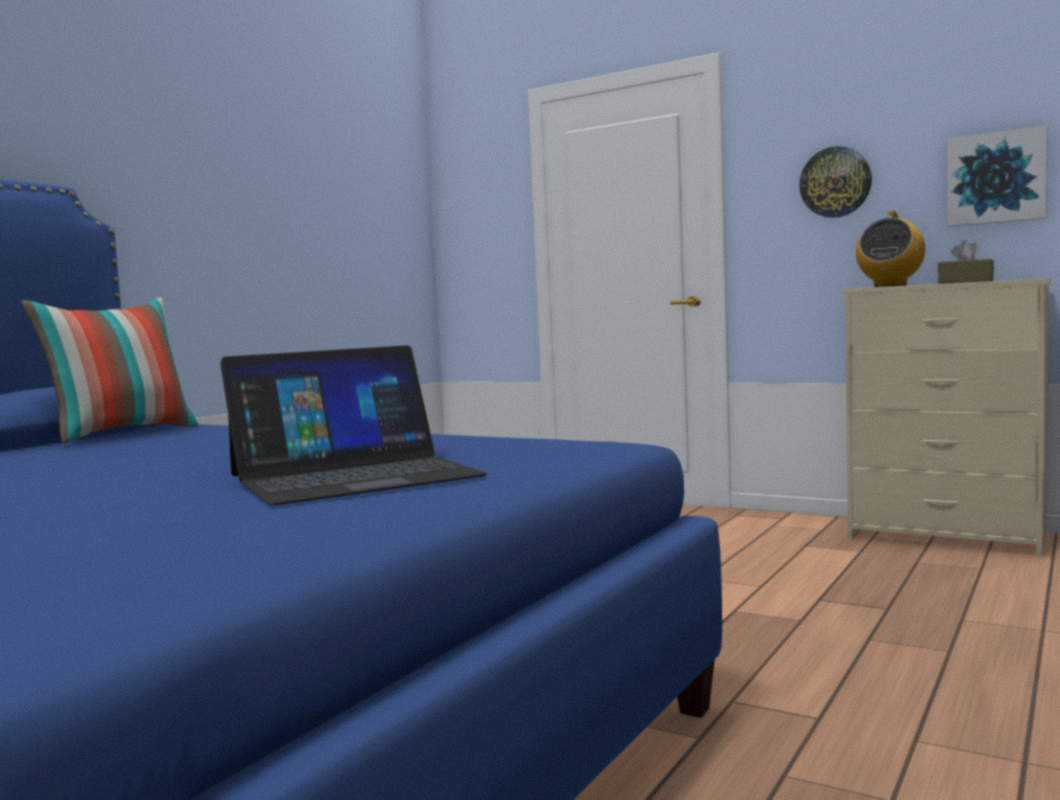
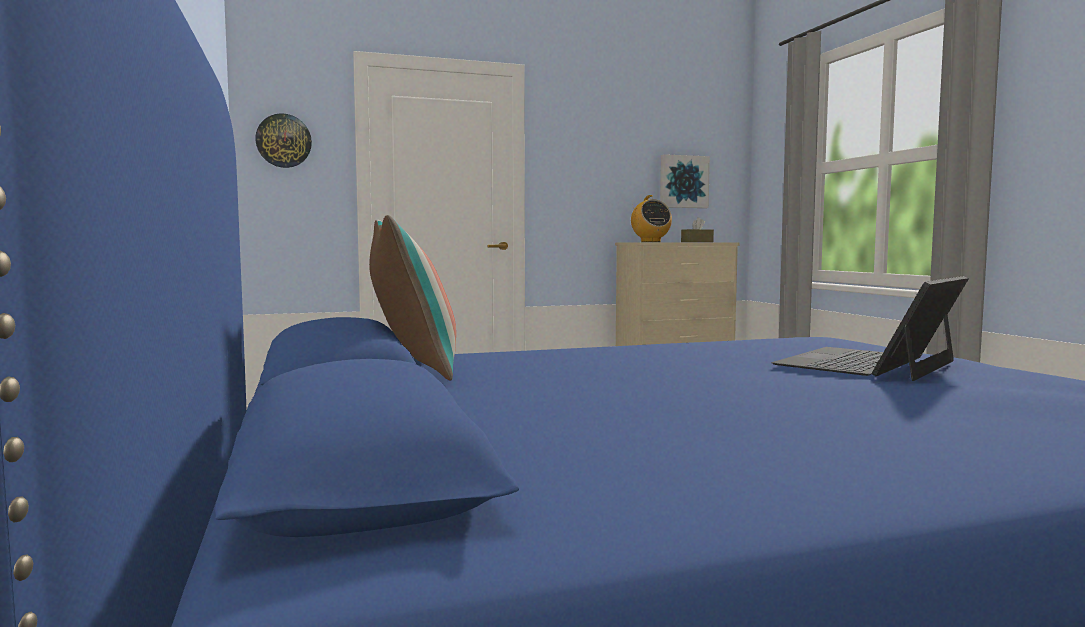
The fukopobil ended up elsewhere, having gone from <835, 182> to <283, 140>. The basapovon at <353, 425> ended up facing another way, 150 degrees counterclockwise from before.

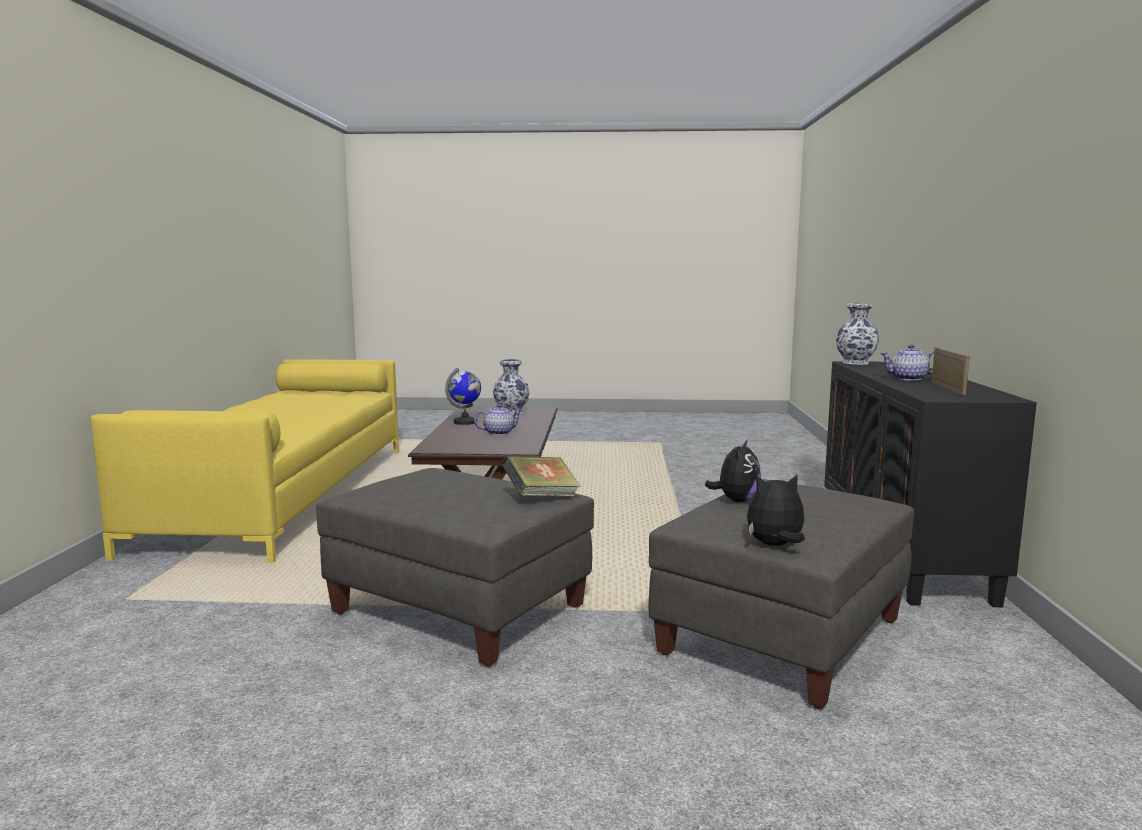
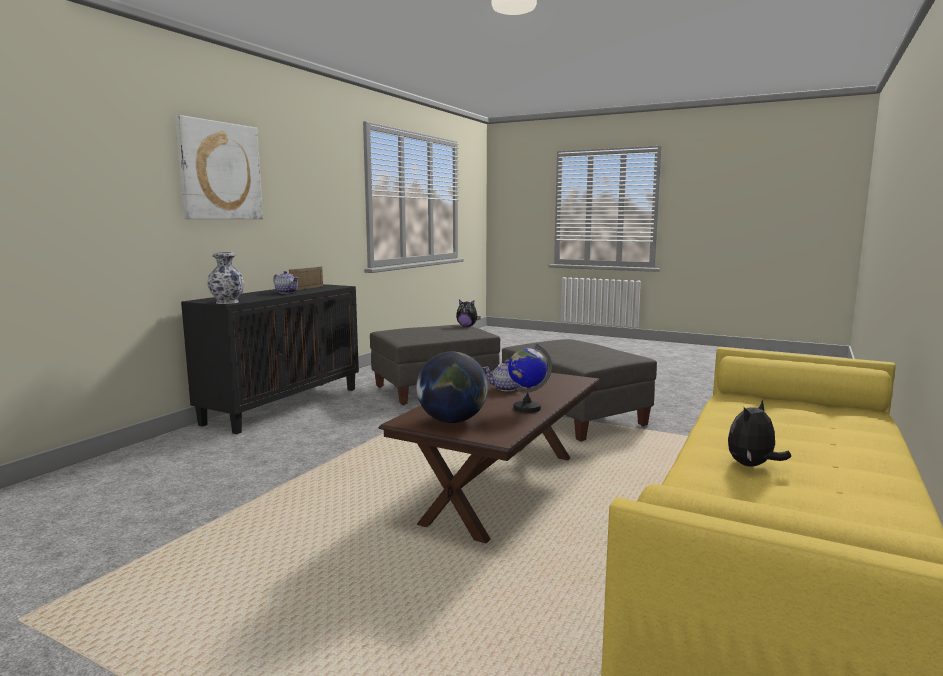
The second view lost the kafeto at <541, 476>. The second view gained the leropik at <219, 167>. The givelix ended up elsewhere, having gone from <733, 470> to <759, 433>. Where the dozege stood at <511, 386>, the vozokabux came to stand at <452, 387>.

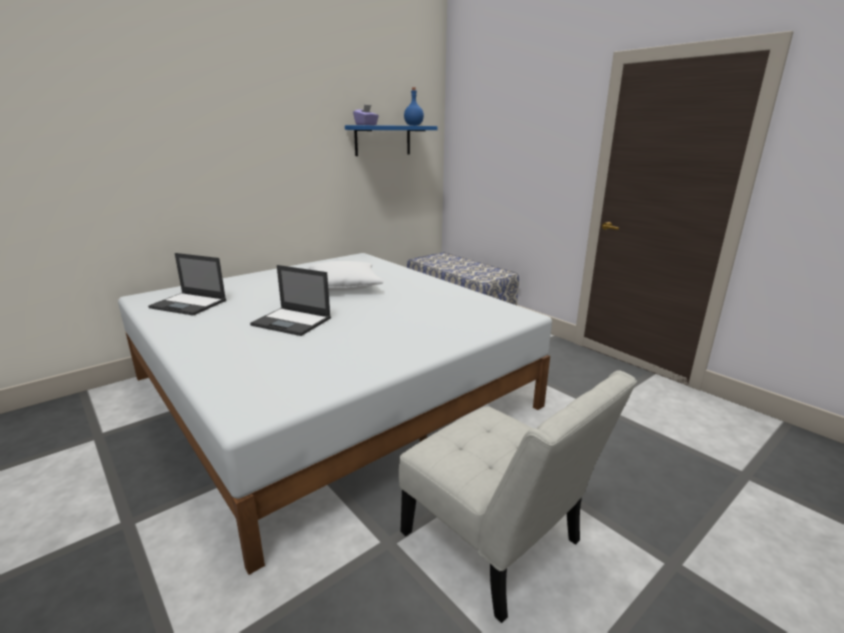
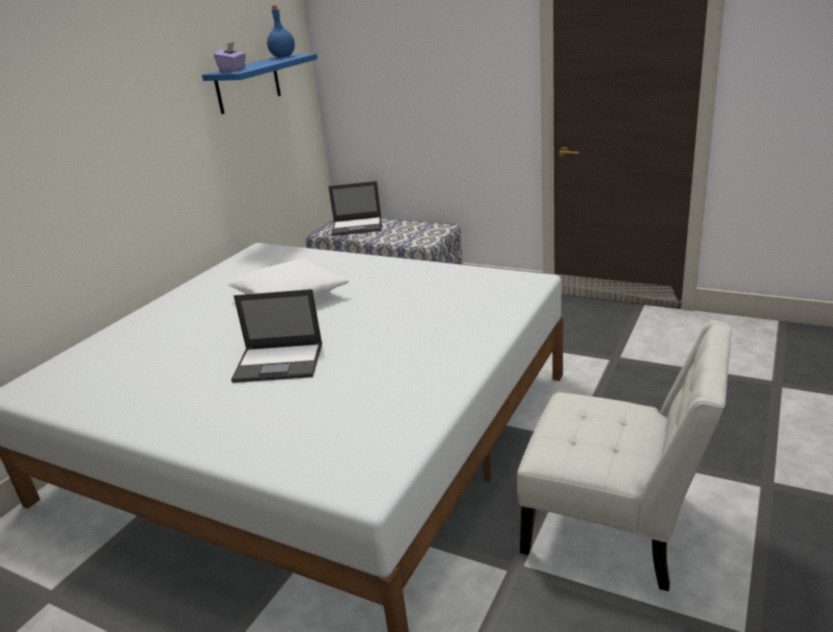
The basapovon ended up elsewhere, having gone from <187, 284> to <354, 208>.

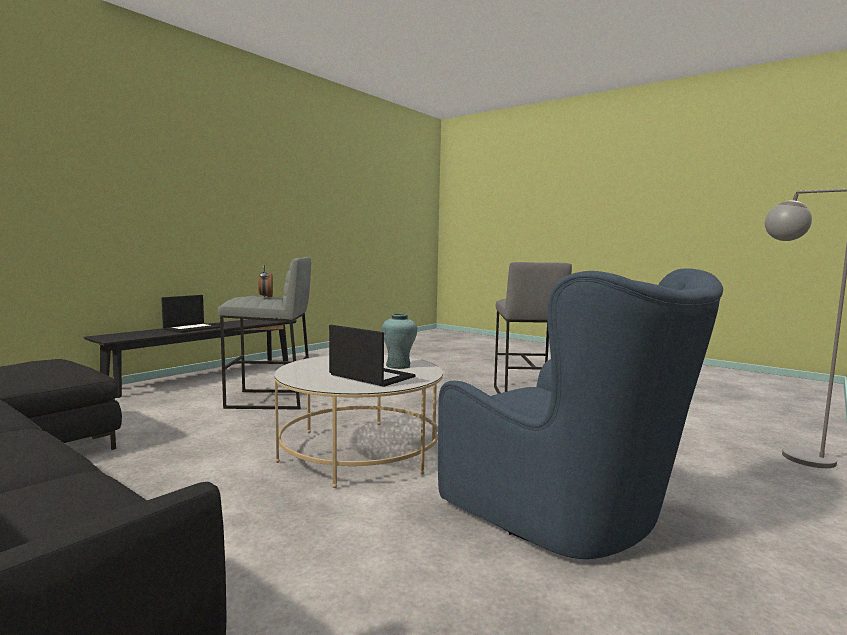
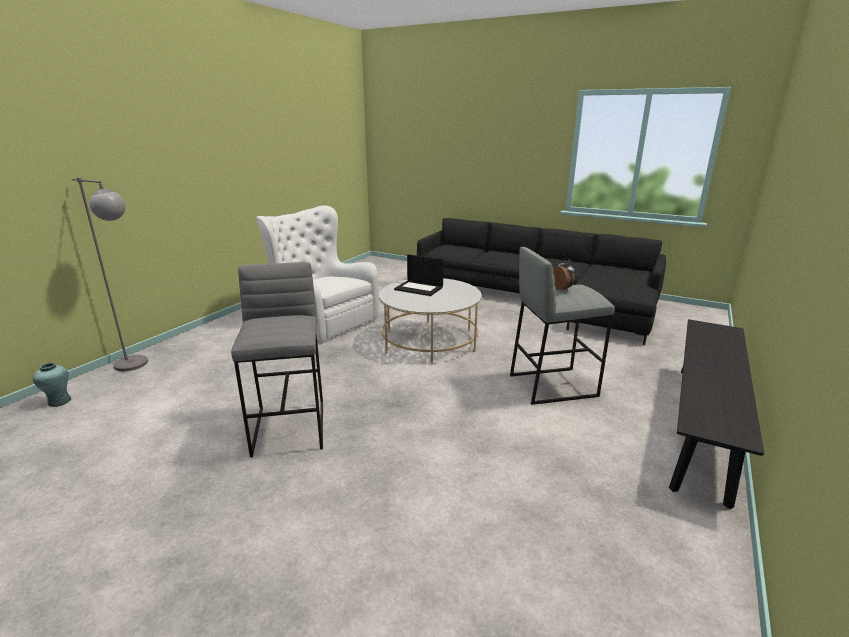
The second view lost the basapovon at <191, 314>. The turquoise_dozege ended up elsewhere, having gone from <399, 341> to <52, 385>. What was the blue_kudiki at <580, 413> turned into the white_kudiki at <317, 273>.

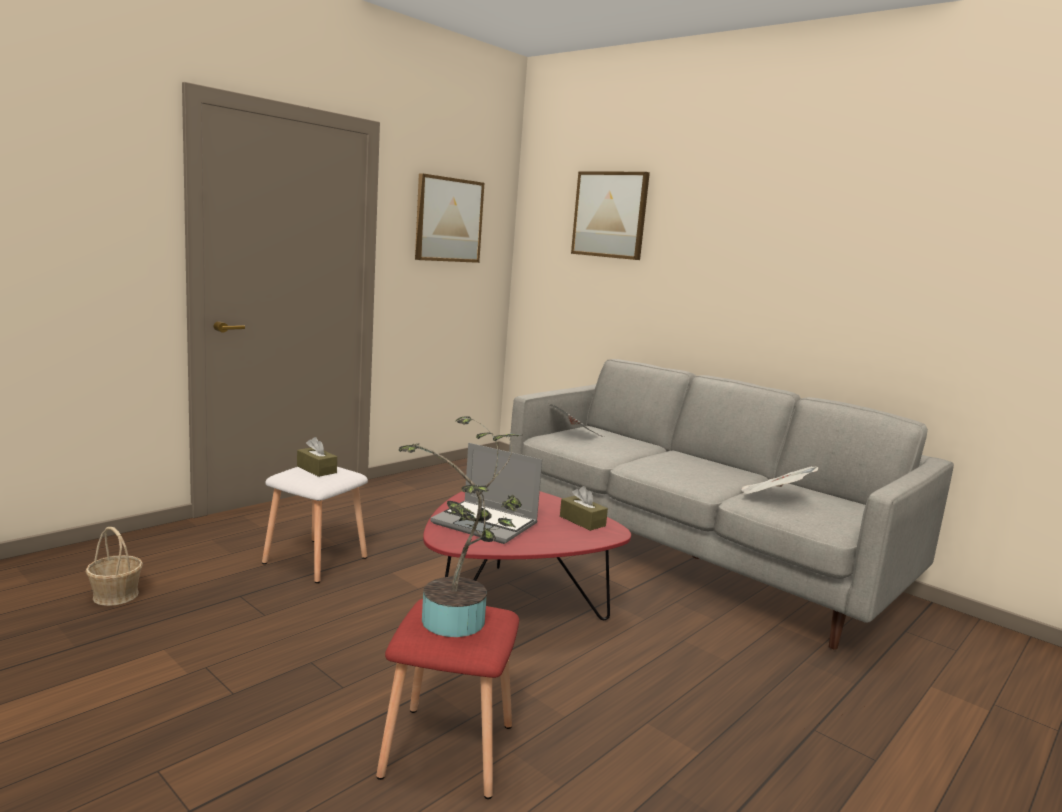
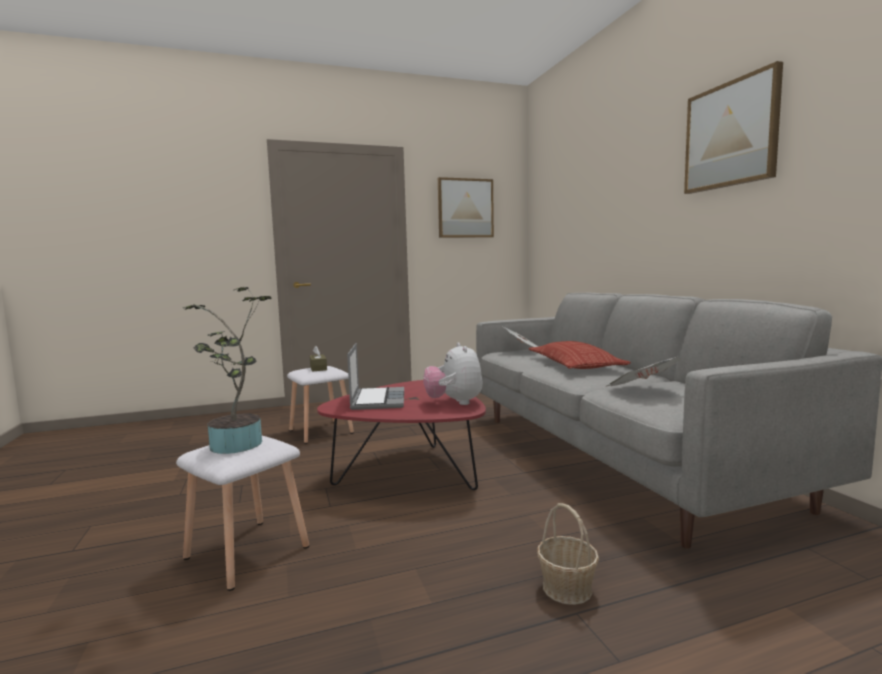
The second view gained the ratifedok at <580, 355>. The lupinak ended up elsewhere, having gone from <114, 566> to <568, 554>. The leropik ended up elsewhere, having gone from <610, 215> to <733, 127>. Where the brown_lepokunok stood at <584, 508>, the givelix came to stand at <453, 374>. What was the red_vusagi at <447, 699> turned into the white_vusagi at <242, 513>. The basapovon at <486, 493> ended up facing another way, 150 degrees counterclockwise from before.

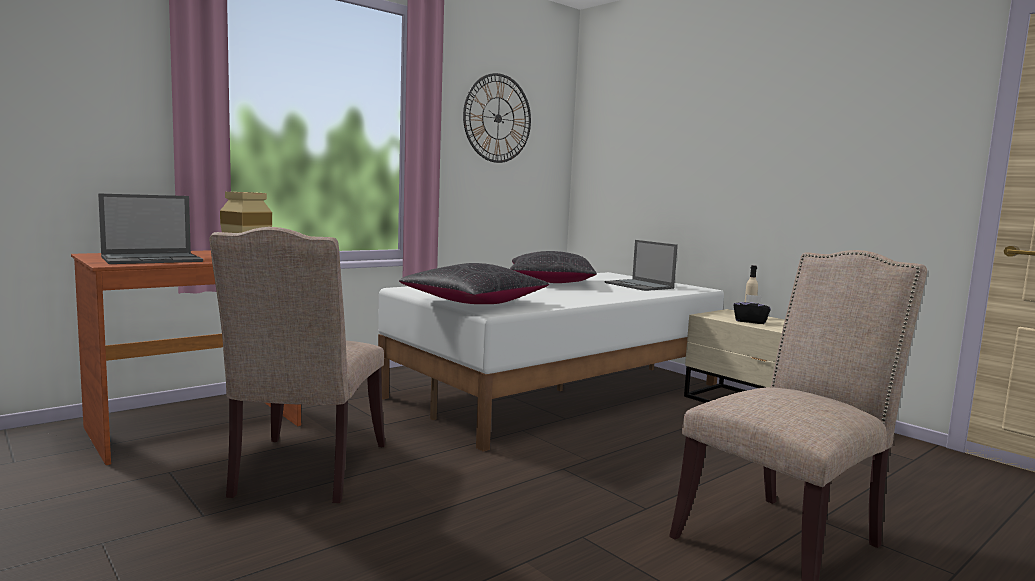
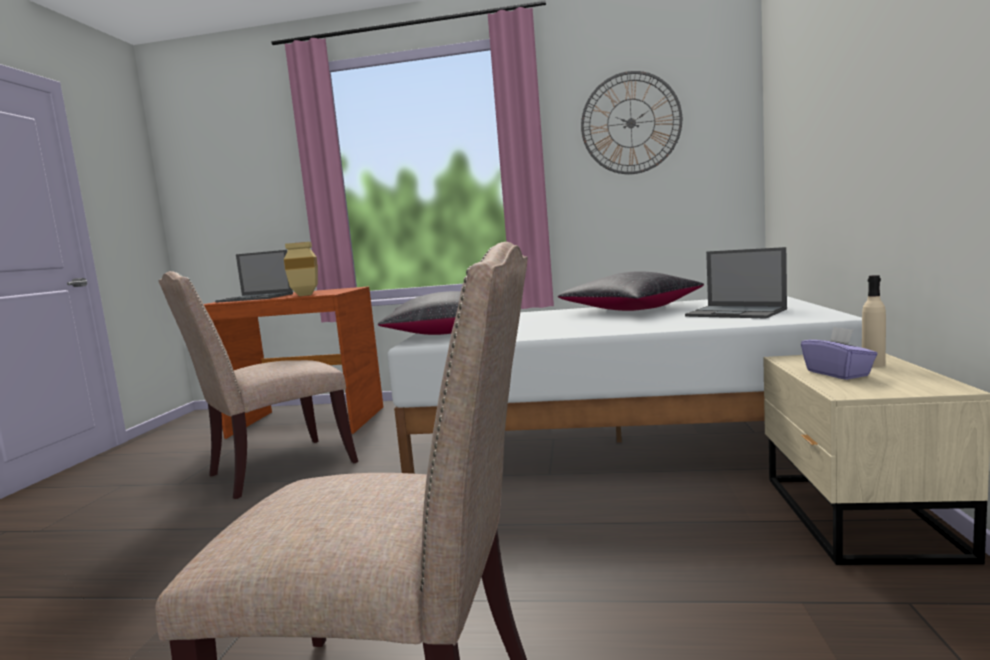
What was the black_lepokunok at <752, 309> turned into the purple_lepokunok at <839, 353>. The basapovon at <641, 265> ended up facing another way, 60 degrees counterclockwise from before.

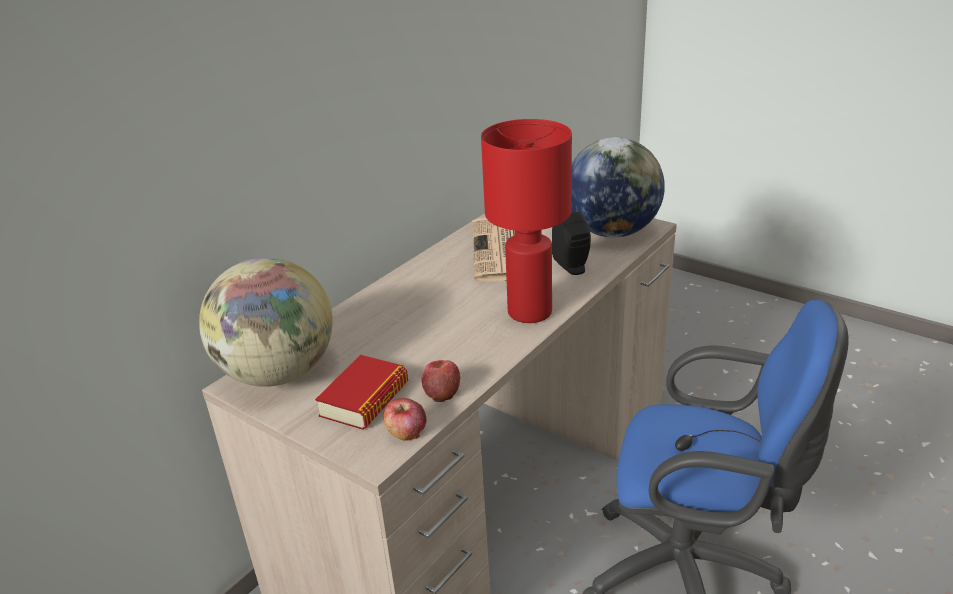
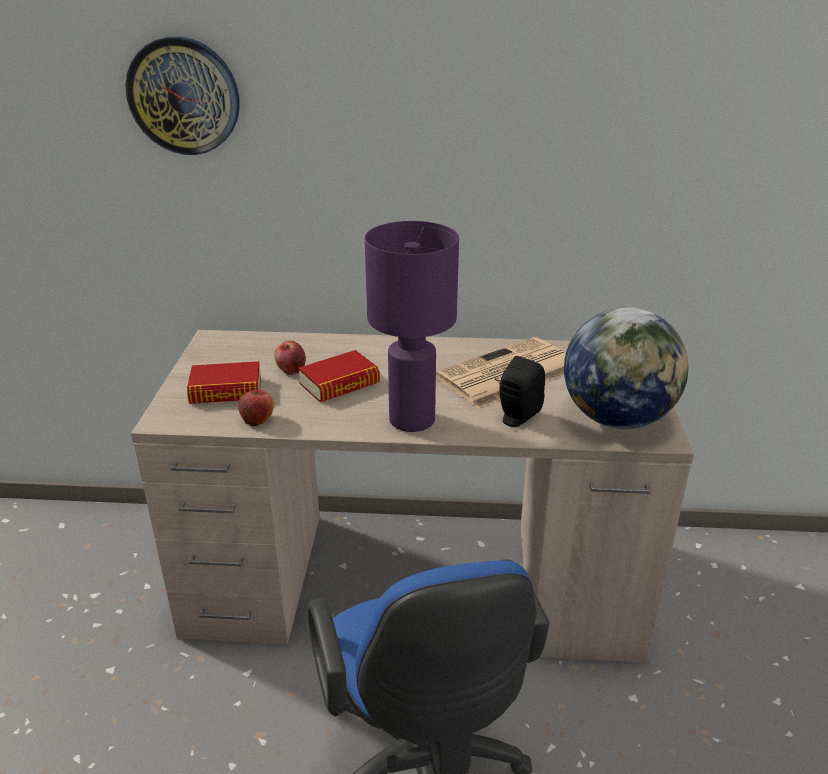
The second view lost the vozokabux at <266, 322>. The second view gained the fukopobil at <182, 95>. The second view gained the kafeto at <339, 376>. The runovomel ended up elsewhere, having gone from <405, 419> to <290, 358>. What was the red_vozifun at <526, 221> turned into the purple_vozifun at <412, 326>.

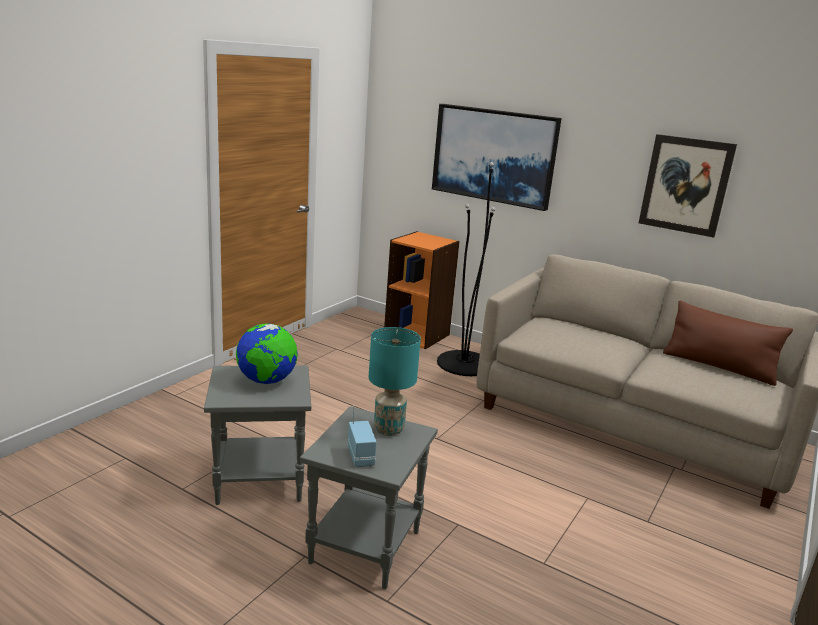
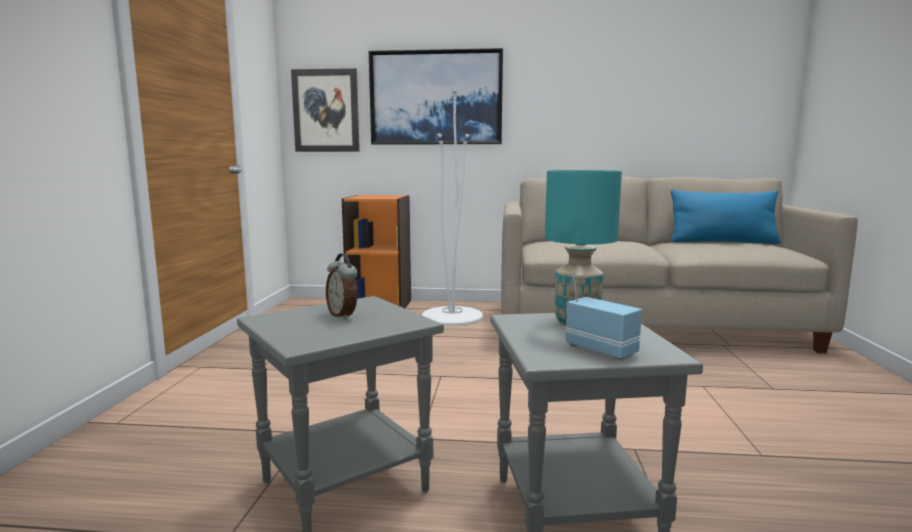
The leropik ended up elsewhere, having gone from <688, 186> to <325, 110>. Where the vozokabux stood at <267, 353>, the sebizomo came to stand at <342, 287>. What was the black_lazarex at <466, 269> turned into the white_lazarex at <452, 207>. What was the brown_ratifedok at <728, 343> turned into the blue_ratifedok at <726, 217>.

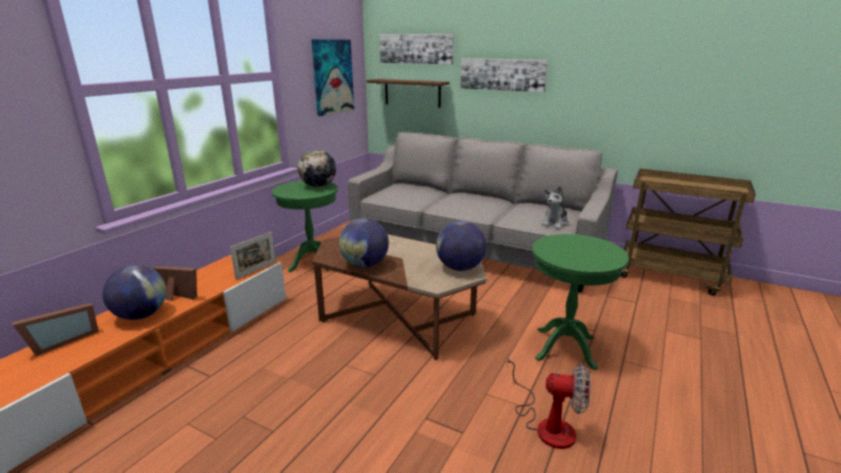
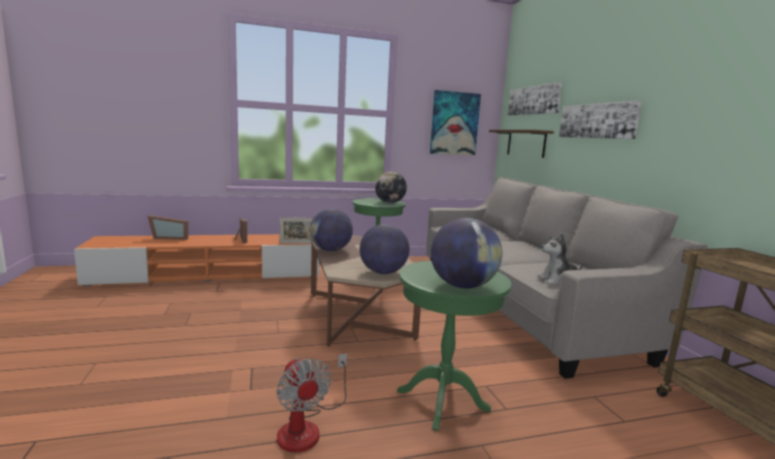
The vozokabux ended up elsewhere, having gone from <134, 292> to <467, 253>.

